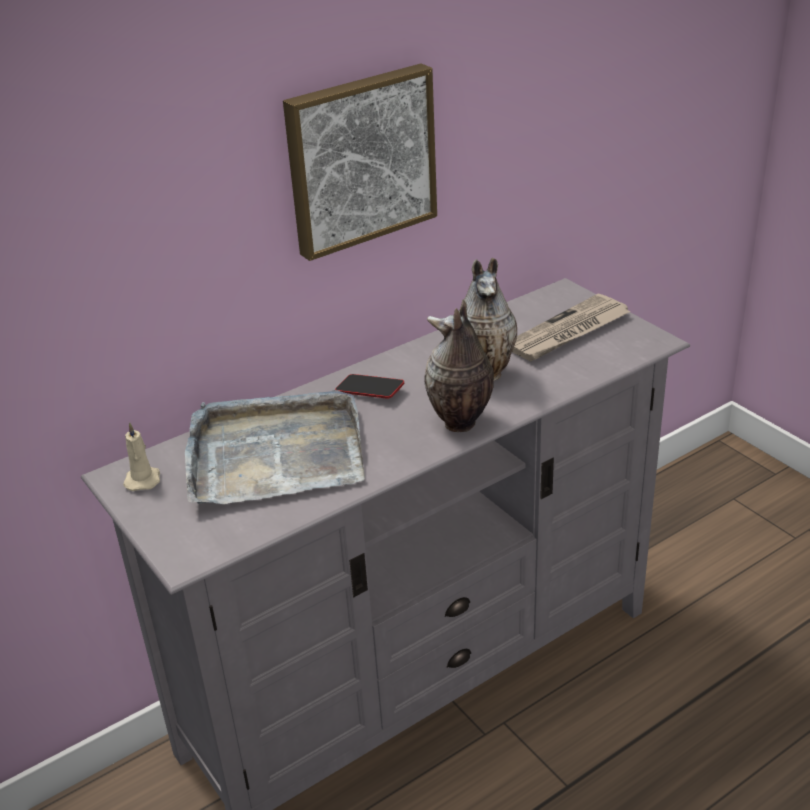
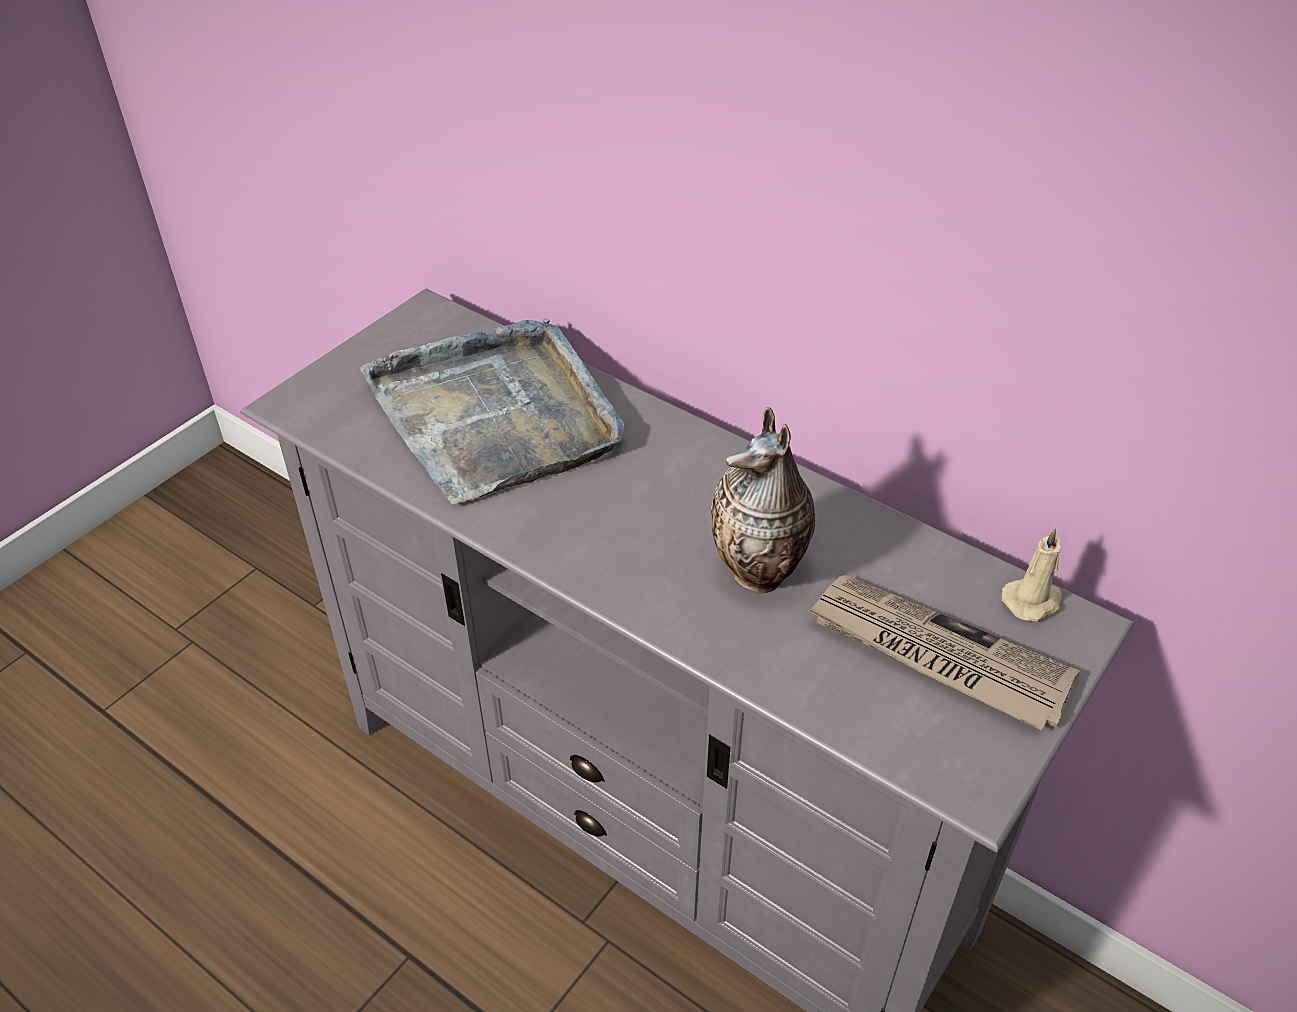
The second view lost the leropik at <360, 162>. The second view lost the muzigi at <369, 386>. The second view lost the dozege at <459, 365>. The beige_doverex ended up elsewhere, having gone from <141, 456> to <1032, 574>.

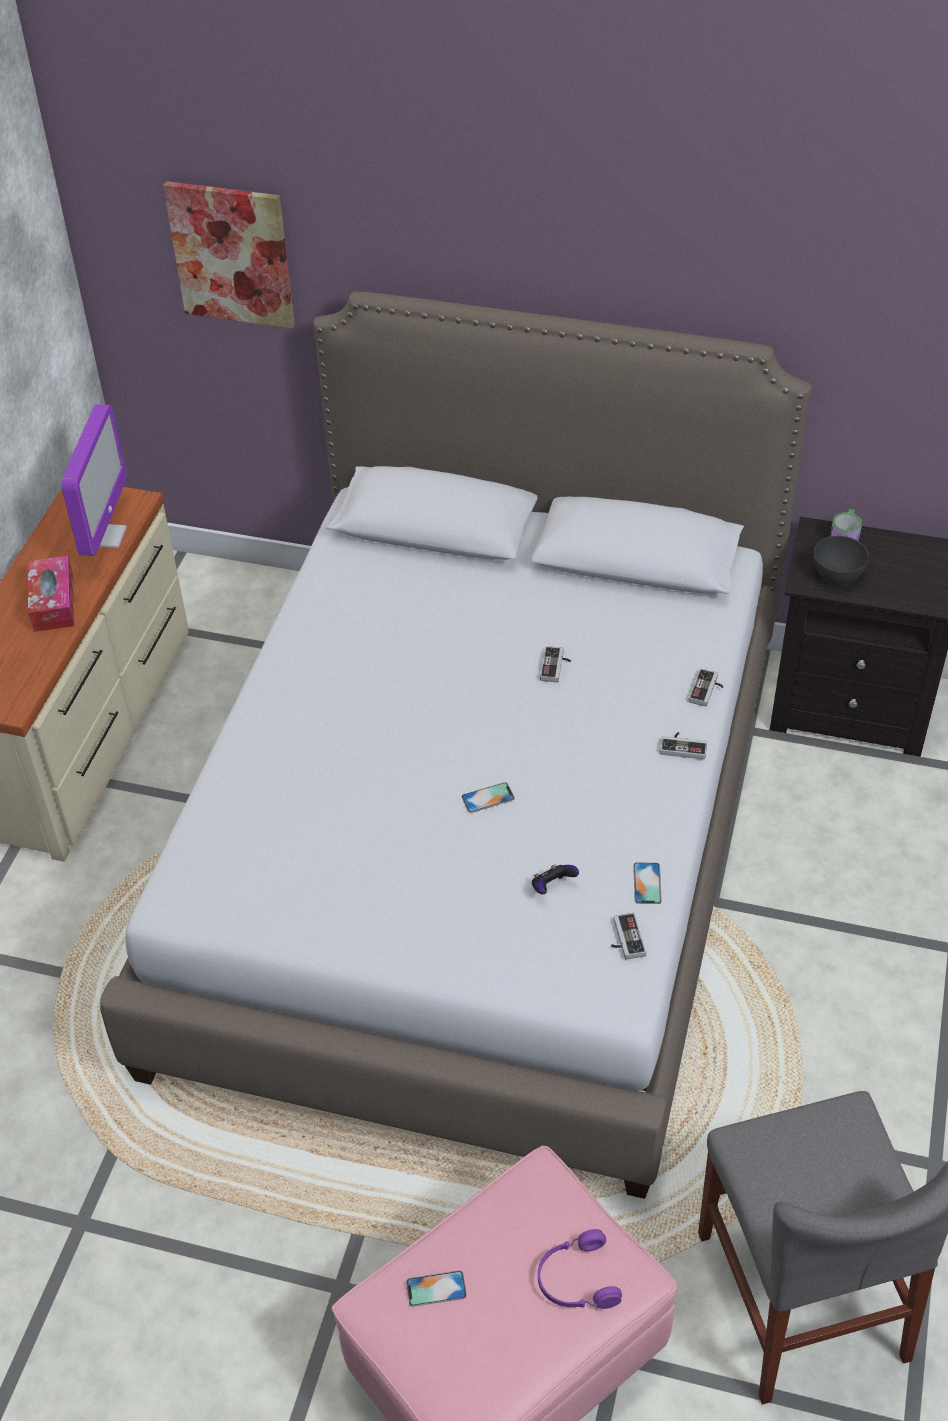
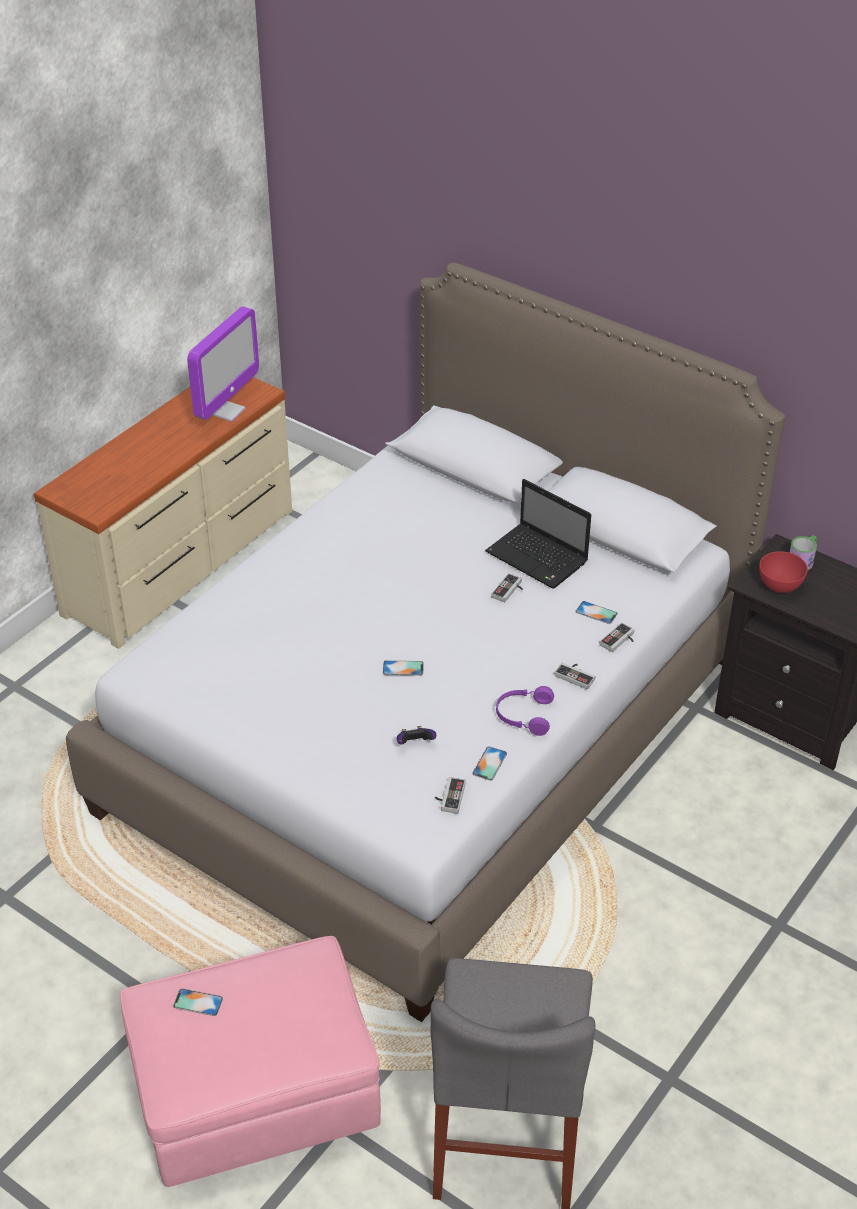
The second view lost the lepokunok at <51, 594>. The second view lost the leropik at <229, 254>. The second view gained the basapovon at <538, 534>. The second view gained the muzigi at <596, 612>. The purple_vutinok ended up elsewhere, having gone from <580, 1269> to <525, 711>. What was the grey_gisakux at <841, 560> turned into the red_gisakux at <783, 572>.

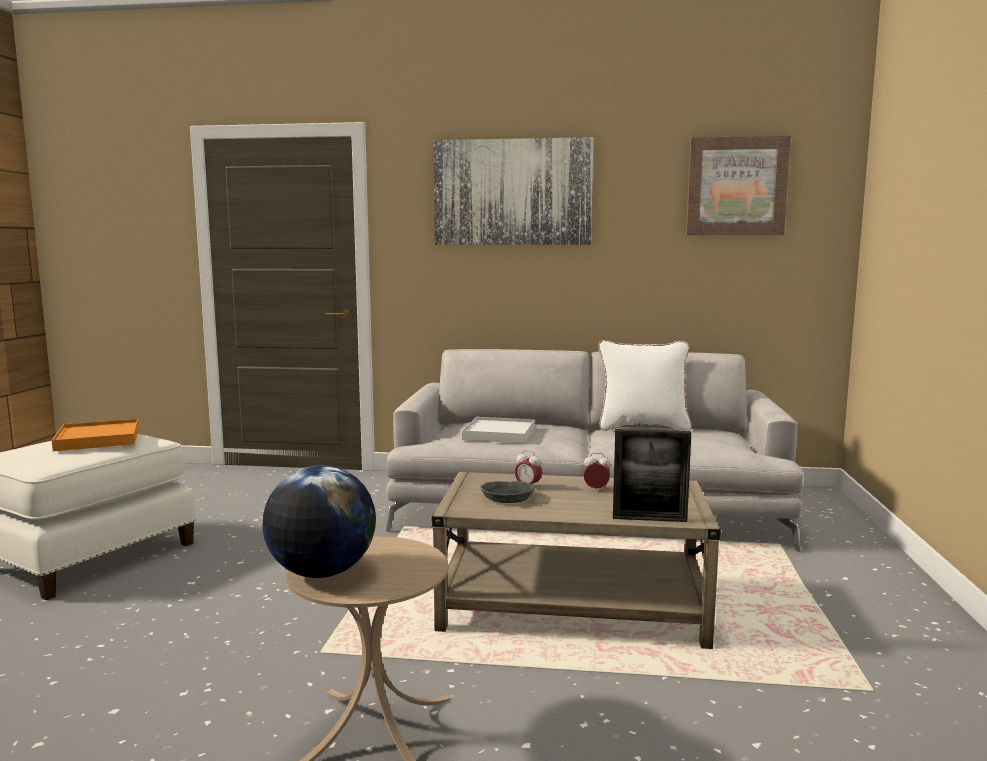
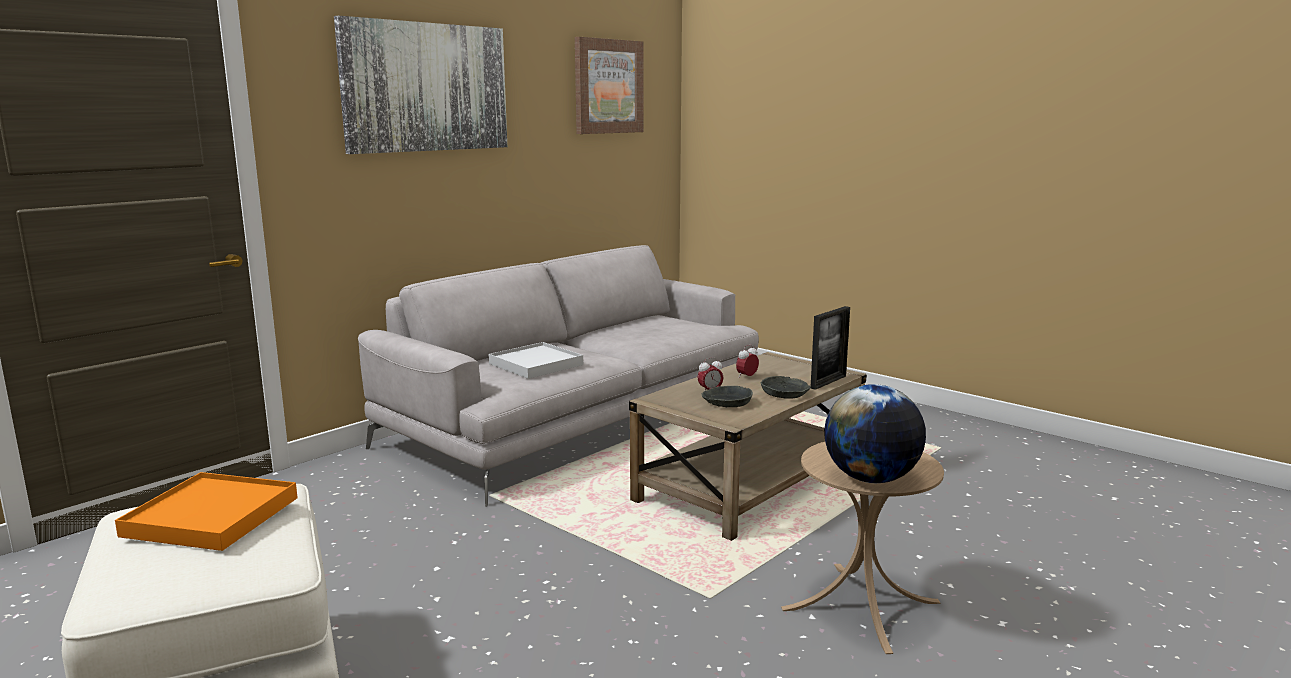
The second view lost the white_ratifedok at <645, 385>. The second view gained the grey_gisakux at <785, 387>.

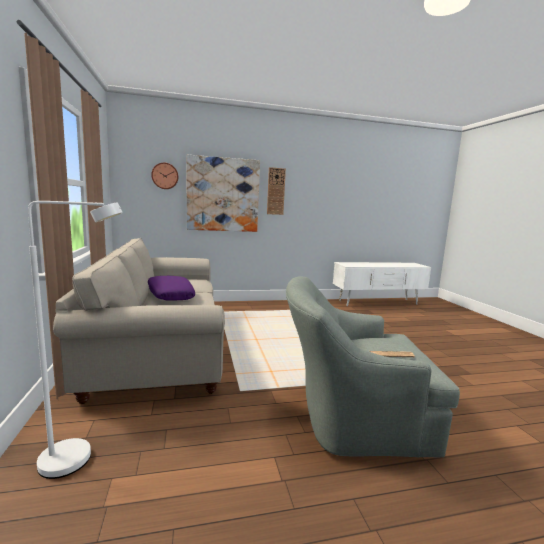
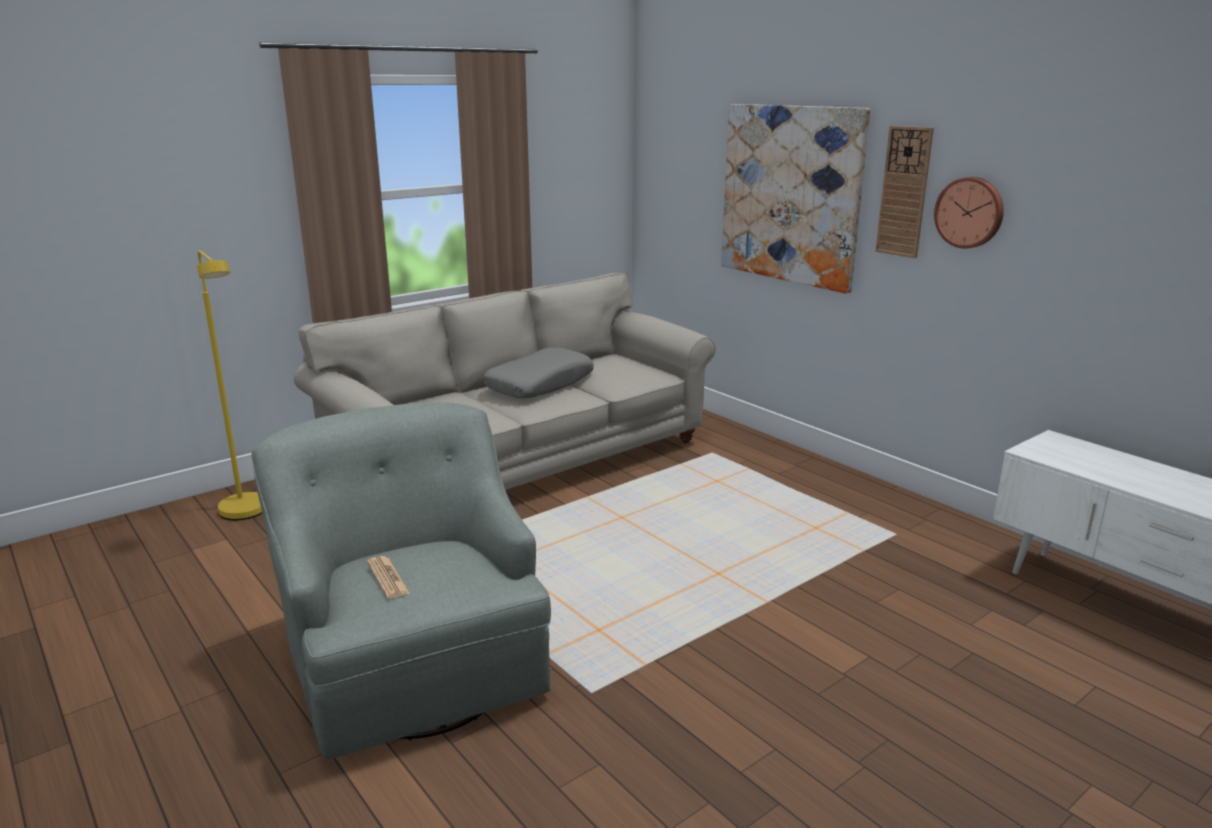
The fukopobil ended up elsewhere, having gone from <165, 176> to <969, 213>. What was the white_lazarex at <75, 340> turned into the yellow_lazarex at <229, 385>. What was the purple_ratifedok at <171, 288> turned into the grey_ratifedok at <538, 373>.

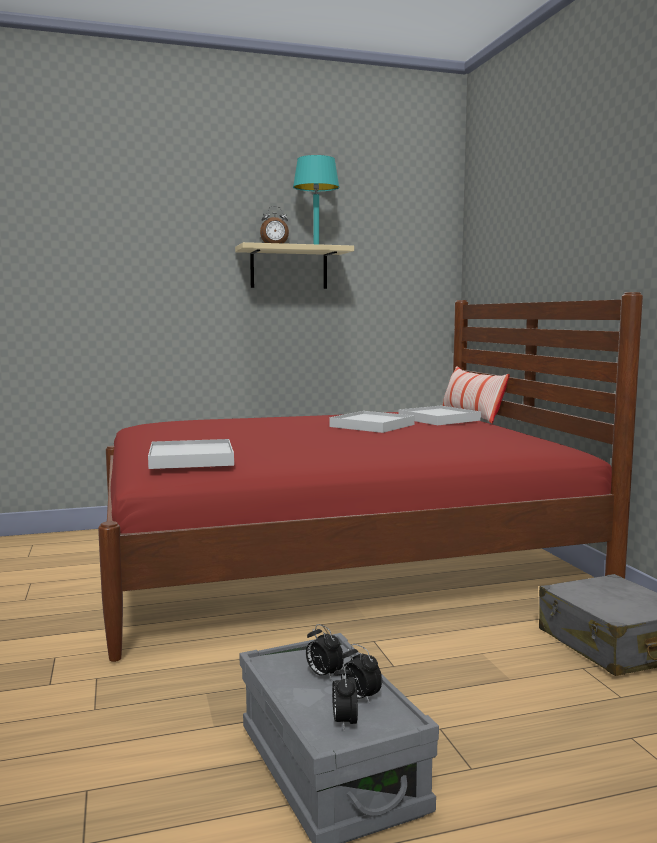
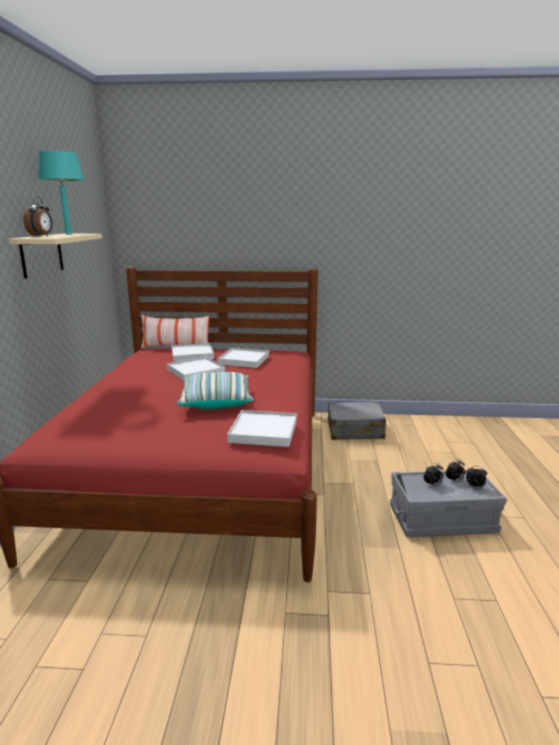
The second view gained the ratifedok at <215, 390>. The second view gained the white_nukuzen at <243, 358>.

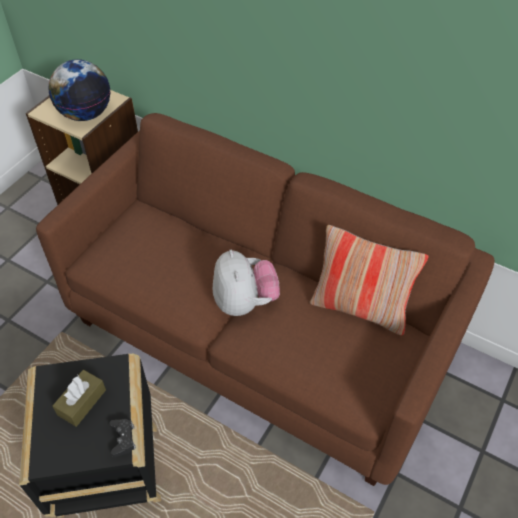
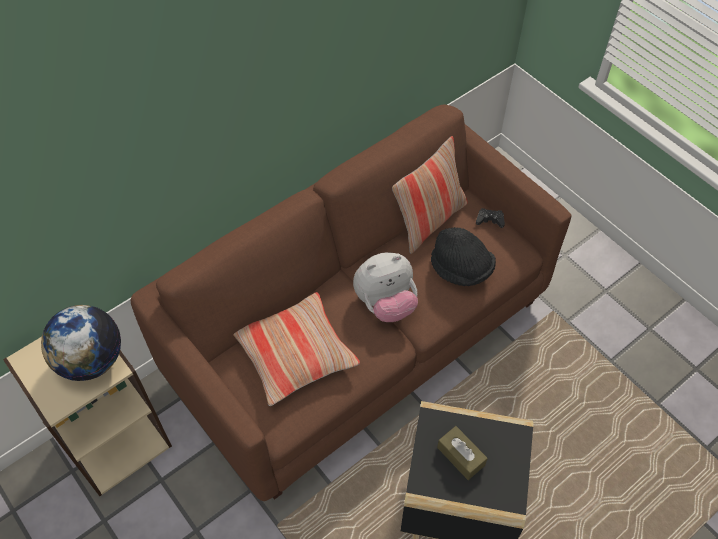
The second view gained the ratifedok at <296, 349>. The second view gained the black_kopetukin at <463, 256>. The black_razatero ended up elsewhere, having gone from <122, 438> to <490, 218>. The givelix at <246, 283> ended up facing another way, 150 degrees clockwise from before.

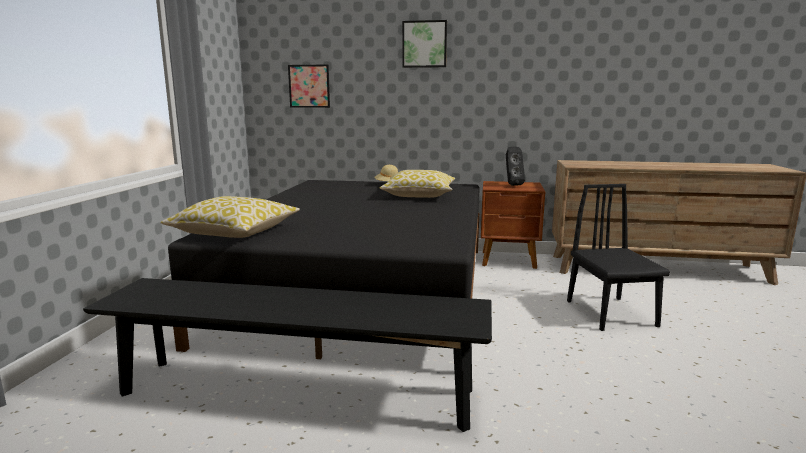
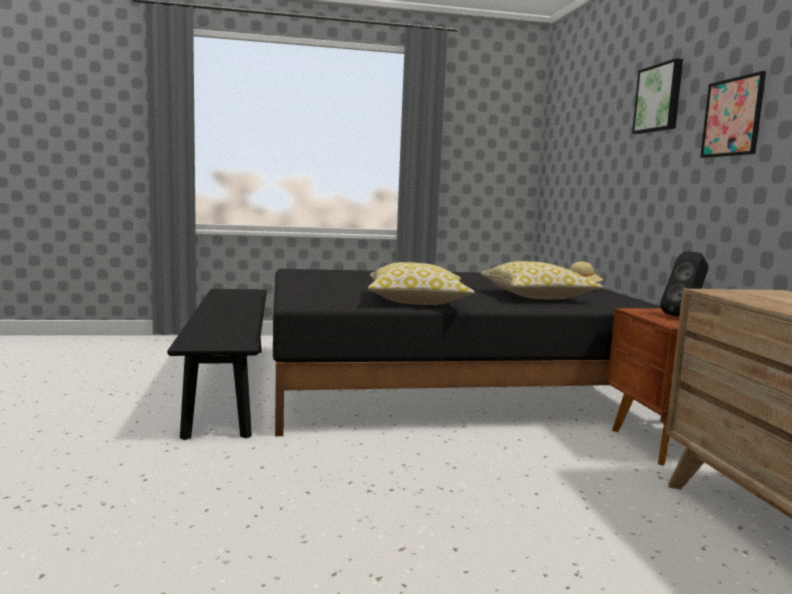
The second view lost the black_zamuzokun at <618, 257>. The ratifedok ended up elsewhere, having gone from <230, 217> to <421, 283>. The leropik ended up elsewhere, having gone from <309, 86> to <733, 114>.

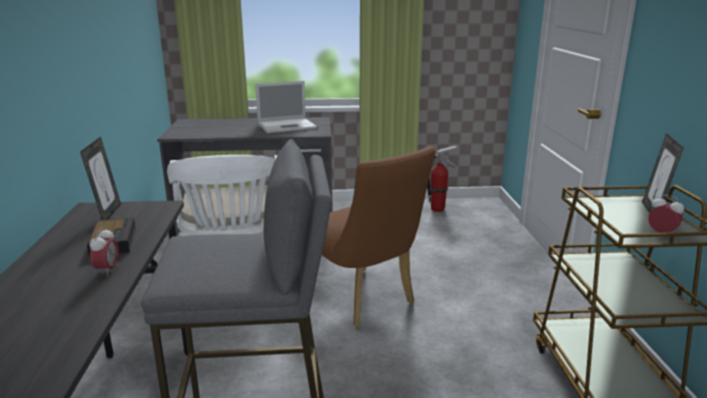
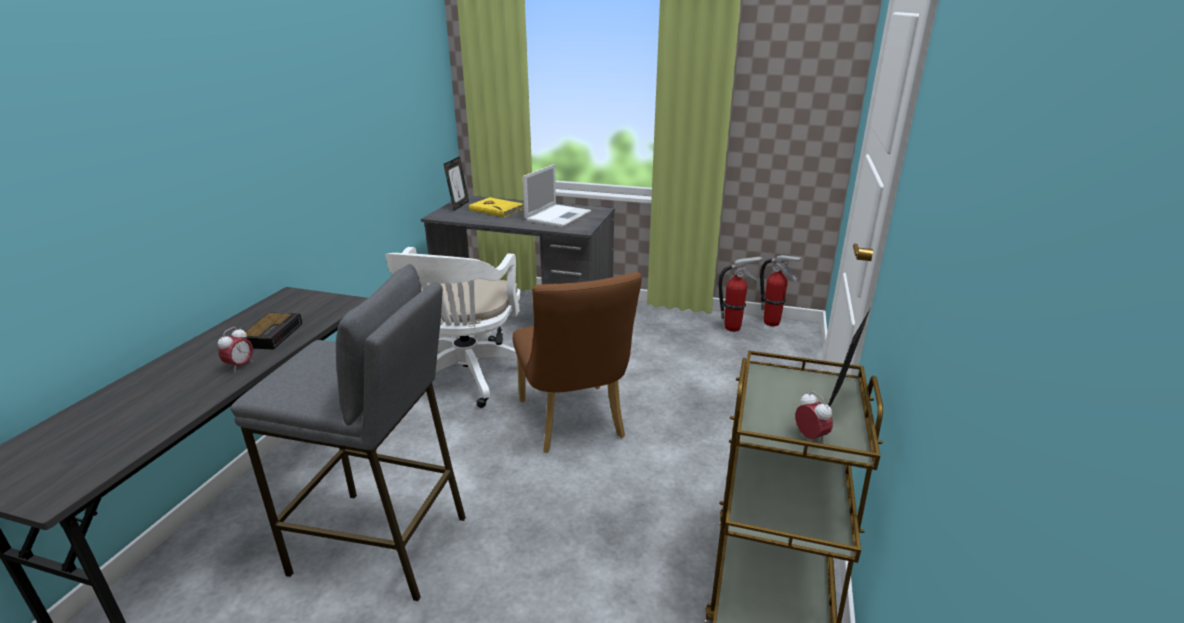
The second view gained the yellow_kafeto at <496, 207>. The second view gained the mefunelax at <781, 290>. The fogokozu ended up elsewhere, having gone from <100, 178> to <456, 183>. The basapovon at <286, 107> ended up facing another way, 60 degrees counterclockwise from before.

